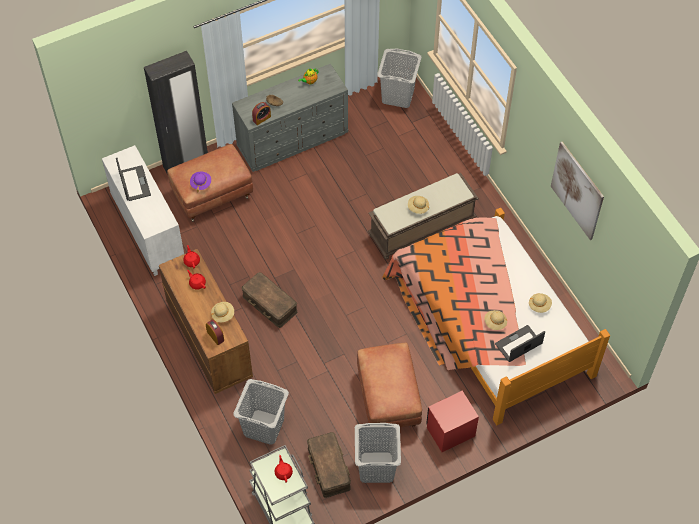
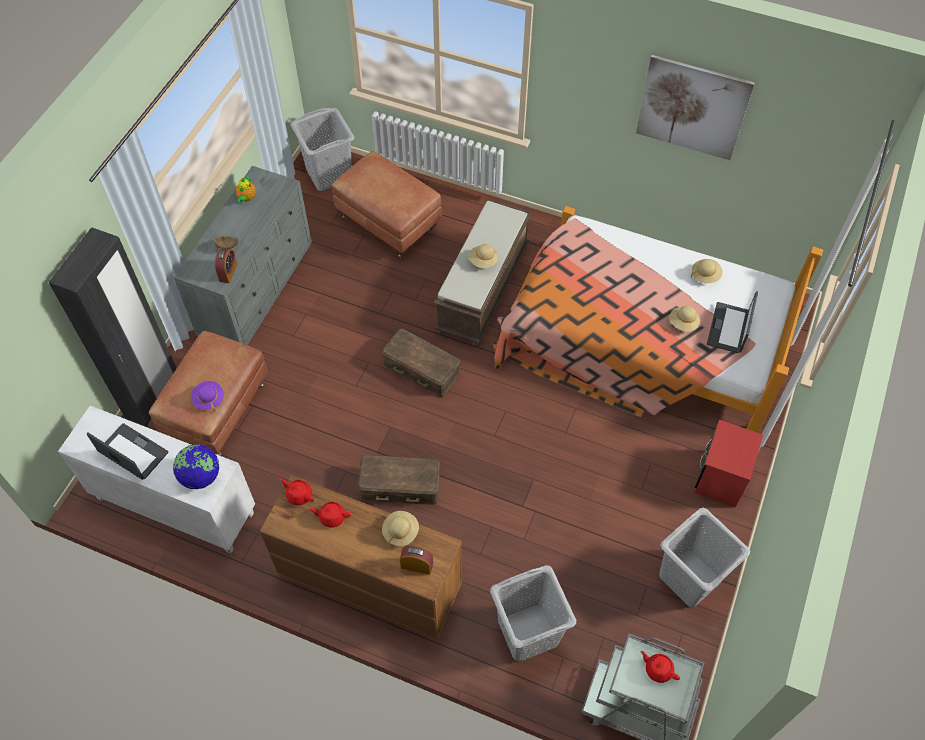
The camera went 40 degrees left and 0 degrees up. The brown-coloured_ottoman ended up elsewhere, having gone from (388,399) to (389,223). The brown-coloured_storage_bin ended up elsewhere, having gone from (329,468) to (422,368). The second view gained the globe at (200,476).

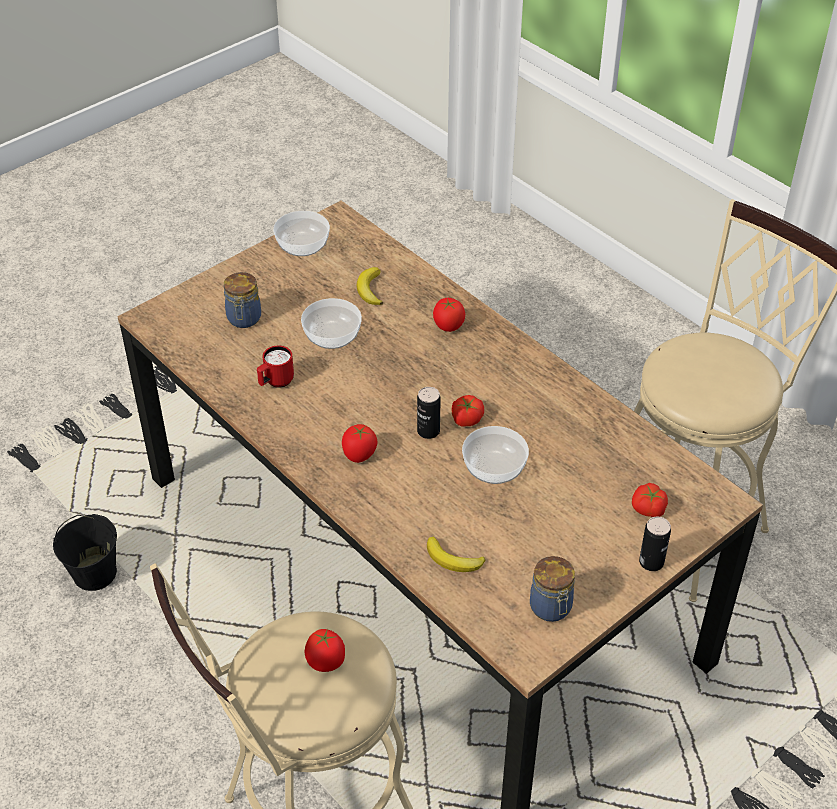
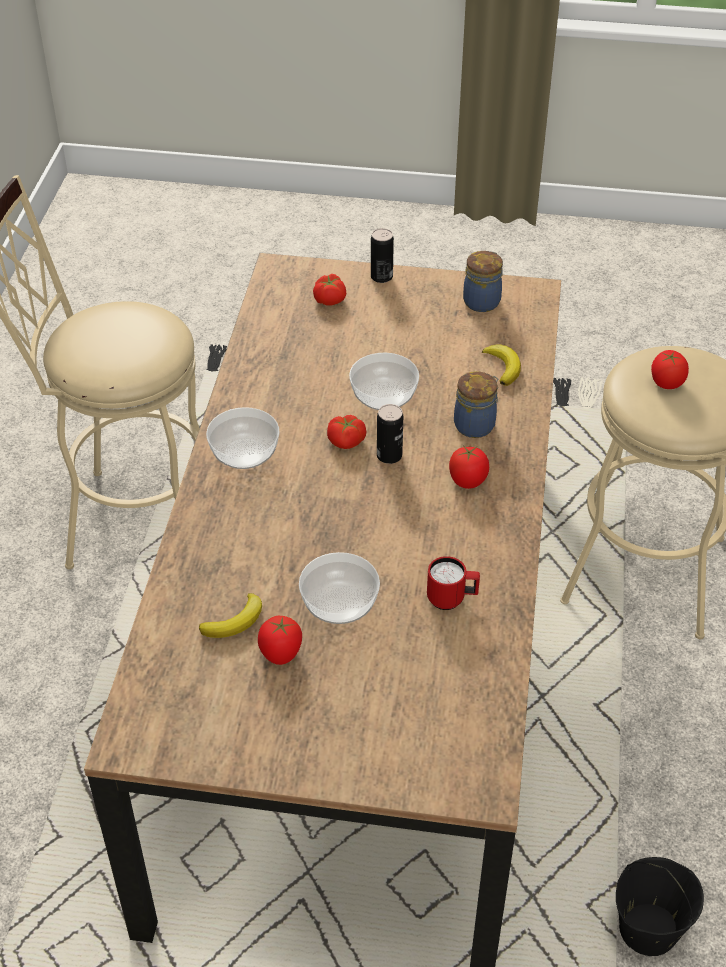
The camera went 130 degrees left and 0 degrees up. The deep_dish ended up elsewhere, having gone from (303,245) to (244,451). The storage_jar ended up elsewhere, having gone from (244,319) to (476,425). The tomato ended up elsewhere, having gone from (448,326) to (281,653).

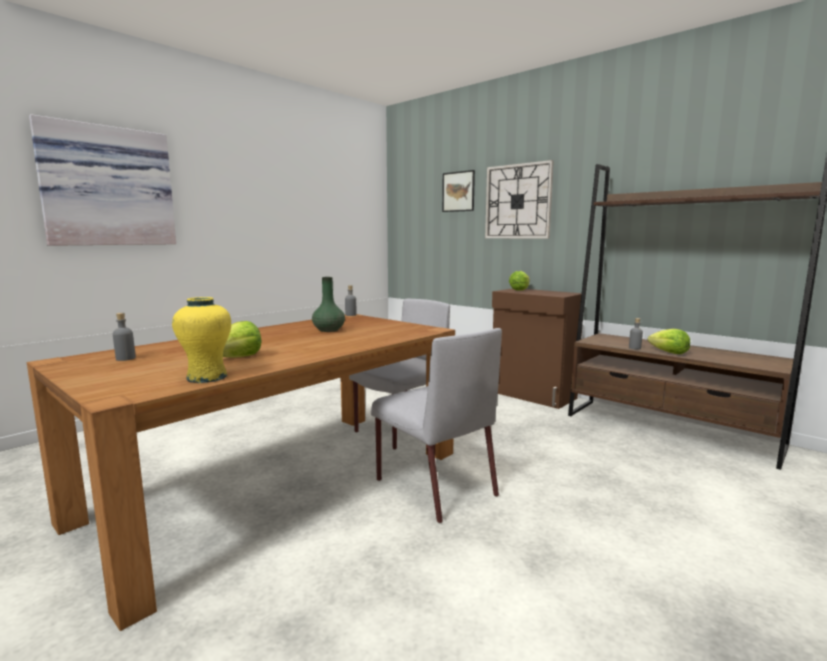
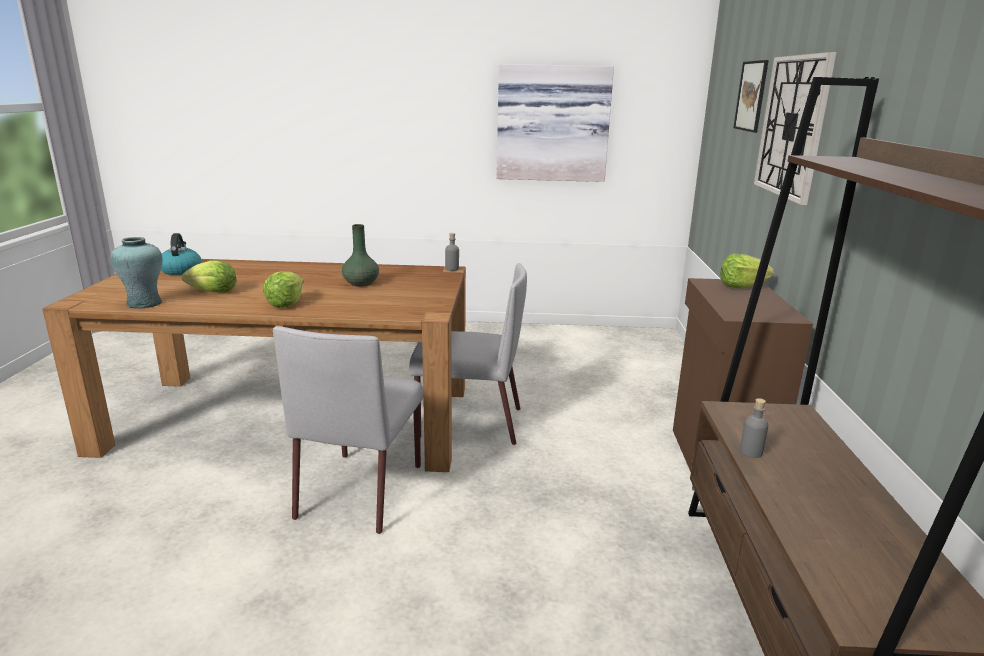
The camera went 50 degrees right and 10 degrees up. The picture ended up elsewhere, having gone from (108,187) to (552,123). What was the yellowish_vase at (206,377) turned into the blue-green_vase at (144,303). Where the grey_drink_bottle stood at (125,358), the water_kettle came to stand at (181,270). The lettuce ended up elsewhere, having gone from (669,352) to (286,303).

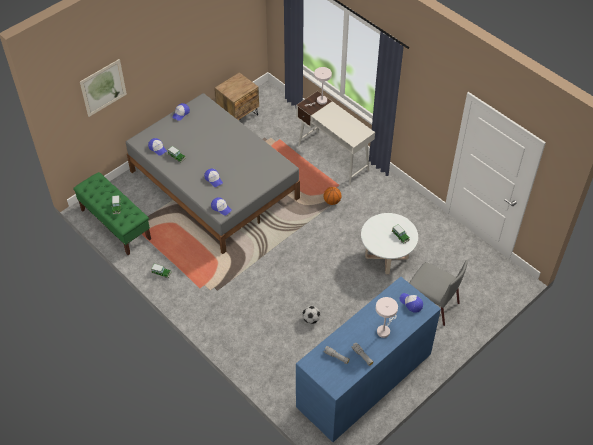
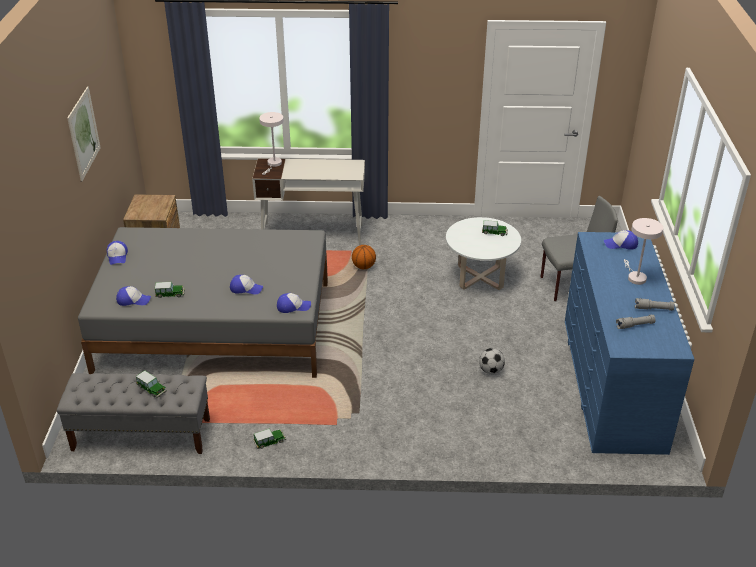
The camera went 45 degrees left and 15 degrees down. The picture ended up elsewhere, having gone from (103,87) to (83,133). What was the green_bench at (115,224) turned into the grey_bench at (141,435).

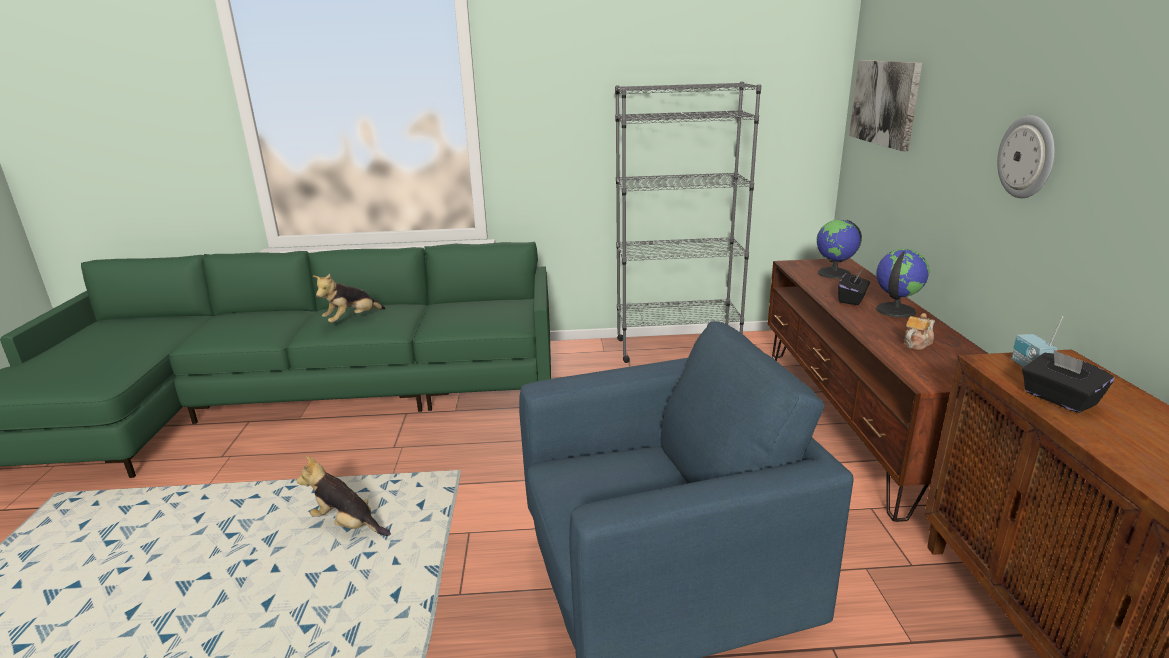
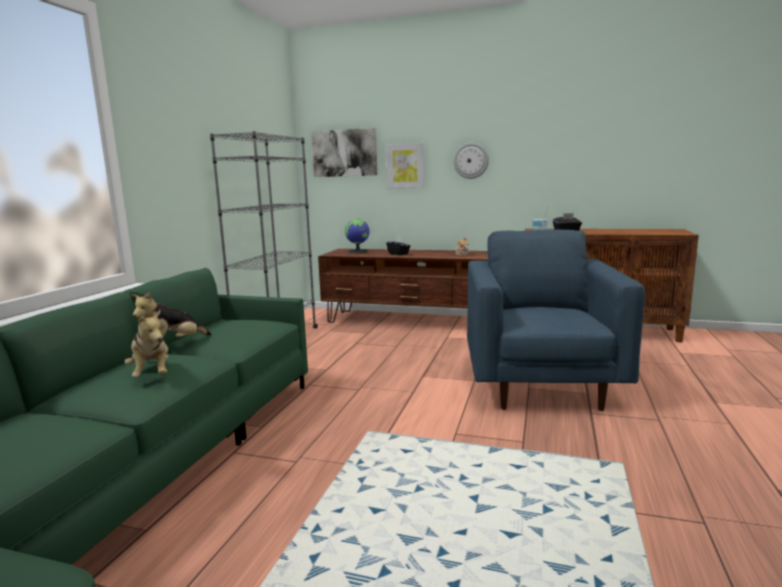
The camera went 70 degrees left and 10 degrees down. The second view lost the globe at (894,310). The cuddly_toy ended up elsewhere, having gone from (347,524) to (173,344). The second view gained the picture at (405,166).

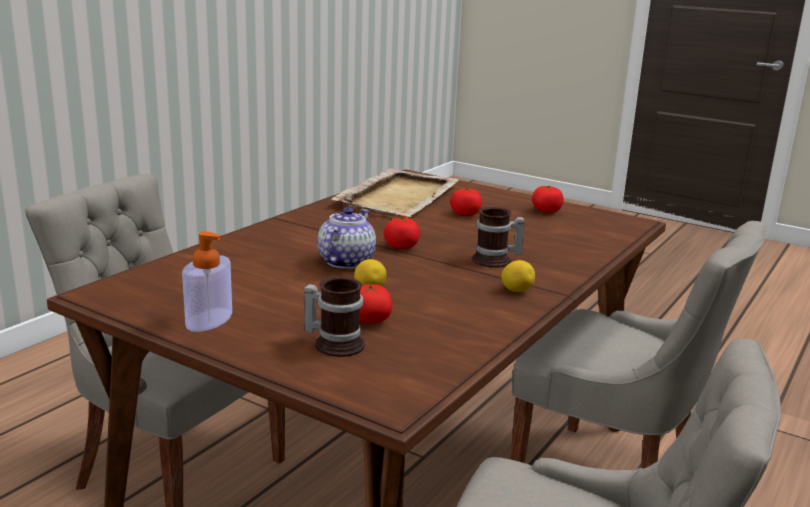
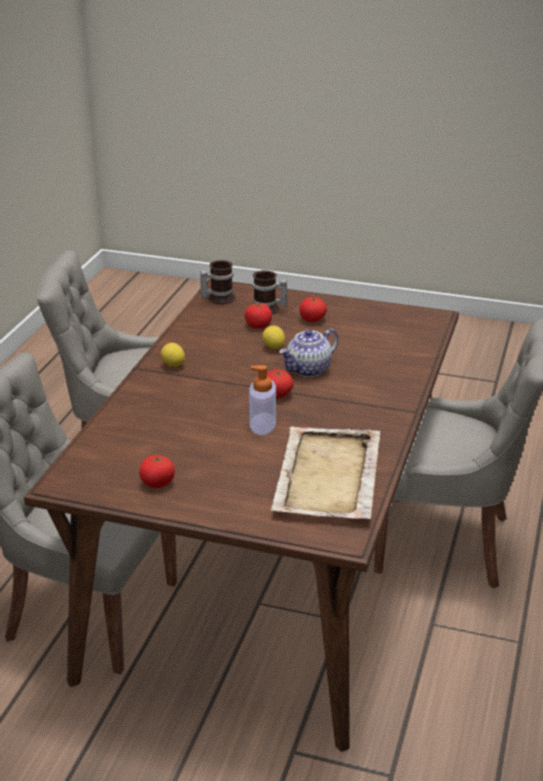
The camera went 165 degrees right and 10 degrees up. The tomato ended up elsewhere, having gone from (465,214) to (312,319). The teapot at (345,261) ended up facing another way, 45 degrees clockwise from before. The tea_mug ended up elsewhere, having gone from (495,261) to (218,298). The soap_dispenser ended up elsewhere, having gone from (209,320) to (262,424).

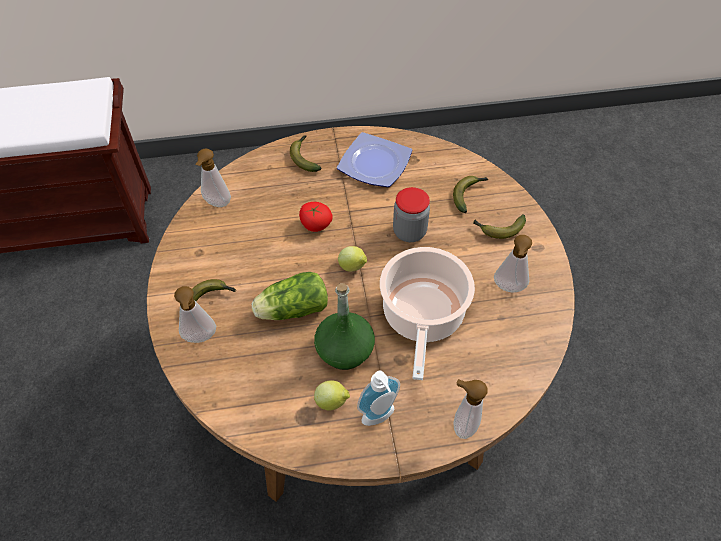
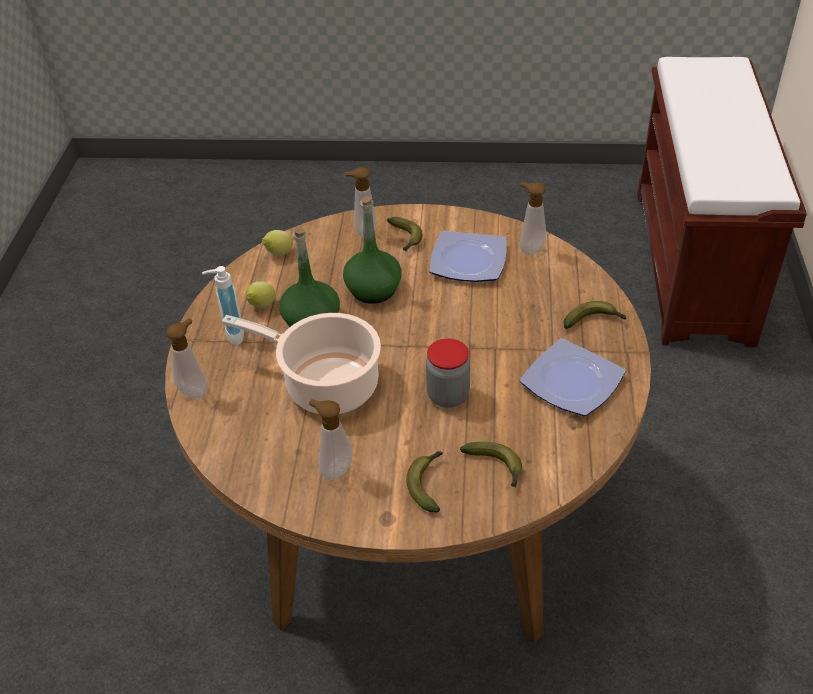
The camera went 105 degrees right and 10 degrees down. The second view lost the tomato at (315,225). The citrus_fruit ended up elsewhere, having gone from (353,267) to (278,254). Where the lettuce stood at (291,309), the green_drink_bottle came to stand at (373,290). The second view gained the plate at (470,260).

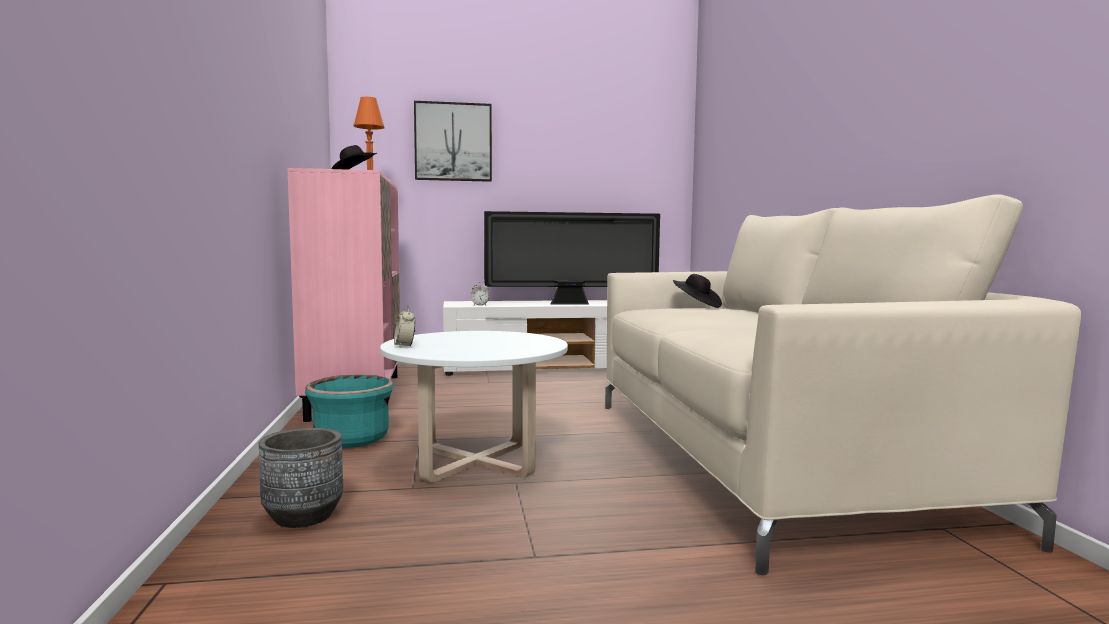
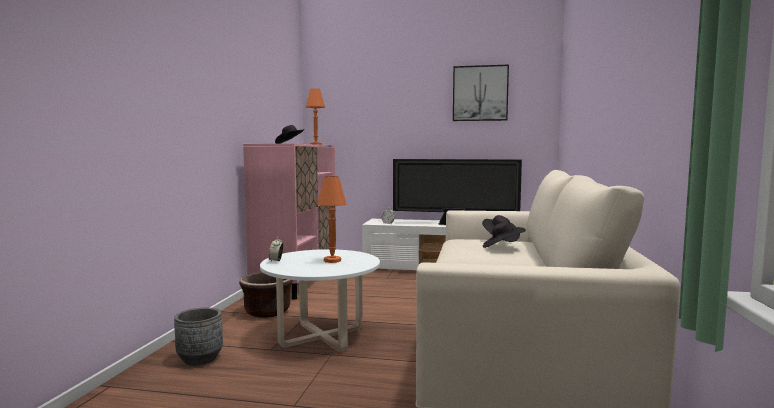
The camera went 20 degrees right and 0 degrees up. The picture ended up elsewhere, having gone from (453,142) to (480,93). What was the blue-green_planter at (352,439) turned into the brown-coloured_planter at (267,312). The second view gained the orange-coloured_lamp_for_a_table at (332,260). The second view gained the black-coloured_hat at (502,247).

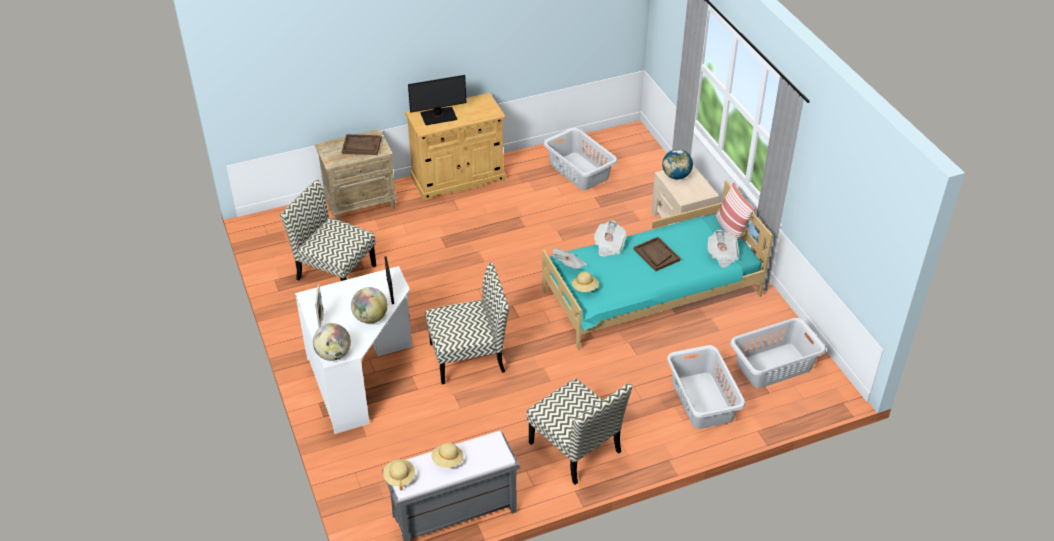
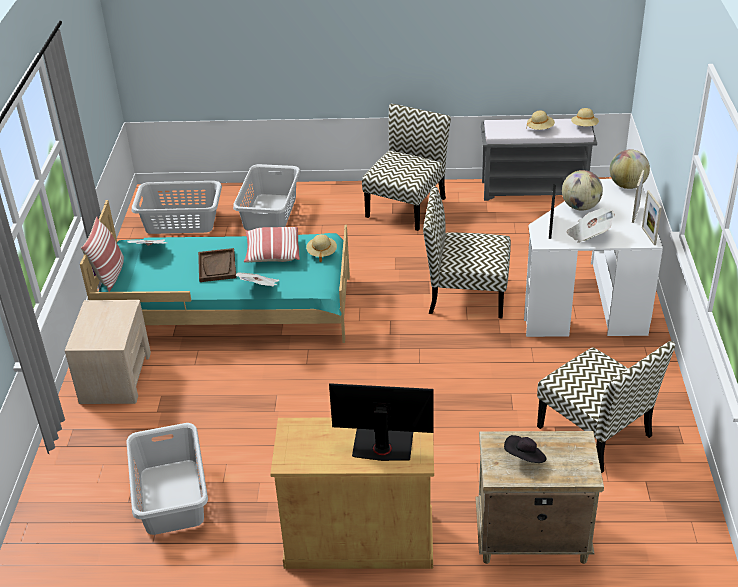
The camera went 155 degrees left and 5 degrees down. Where the brown-coloured_carrying_tray stood at (361,146), the black-coloured_hat came to stand at (525,458). The second view lost the globe at (676,176). The printed_paper ended up elsewhere, having gone from (569,266) to (589,234). The plain_chair at (576,448) ended up facing another way, 45 degrees clockwise from before. The second view gained the picture_frame at (648,236). The second view gained the cushion at (272,253).

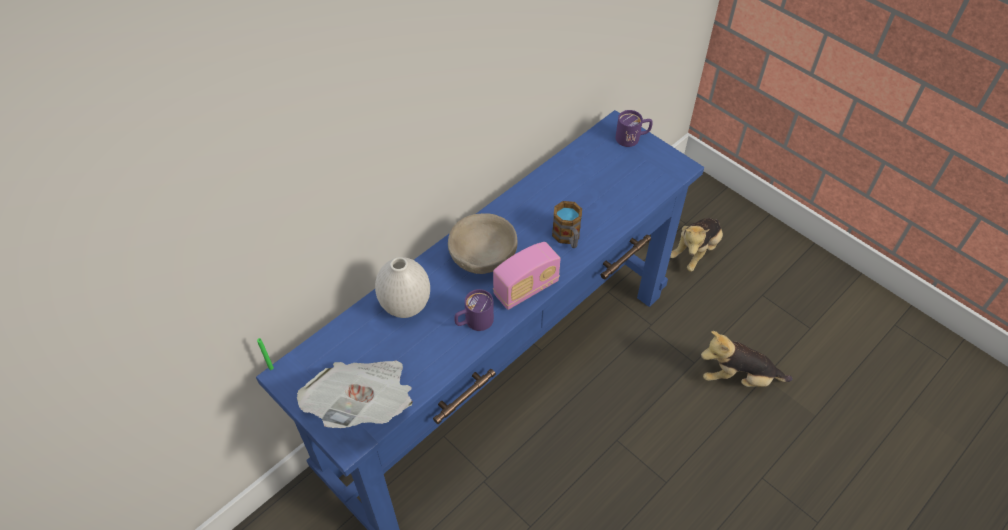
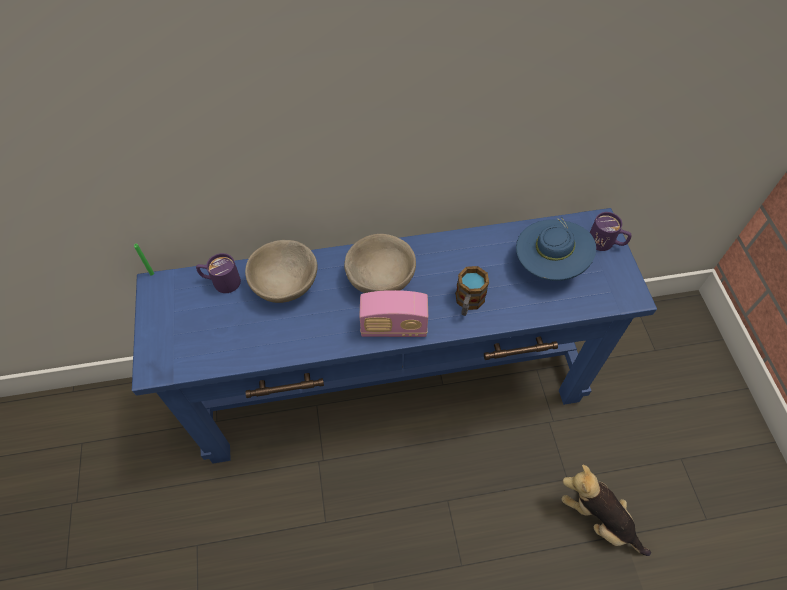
The camera went 35 degrees right and 5 degrees up. The second view lost the cuddly_toy at (695,251). Where the white_vase stood at (406,308), the sand-coloured_deep_dish came to stand at (285,285). The purple-coloured_tea_mug ended up elsewhere, having gone from (473,322) to (221,281). The second view lost the printed_paper at (364,404). The second view gained the bluish_hat at (548,265).

